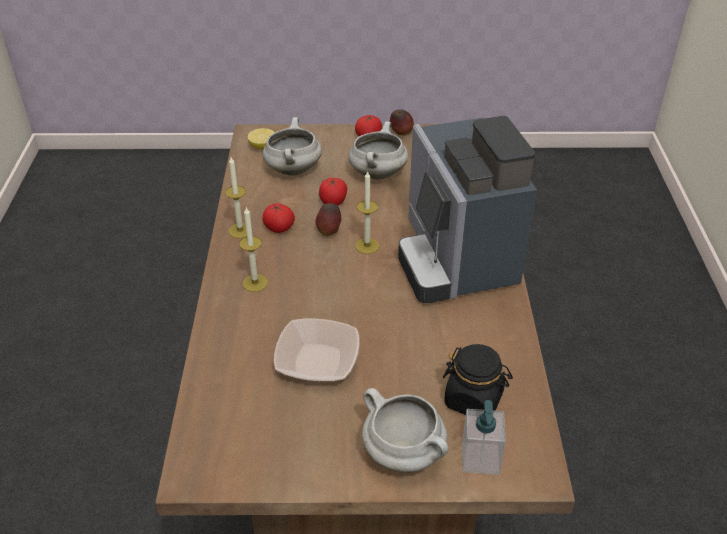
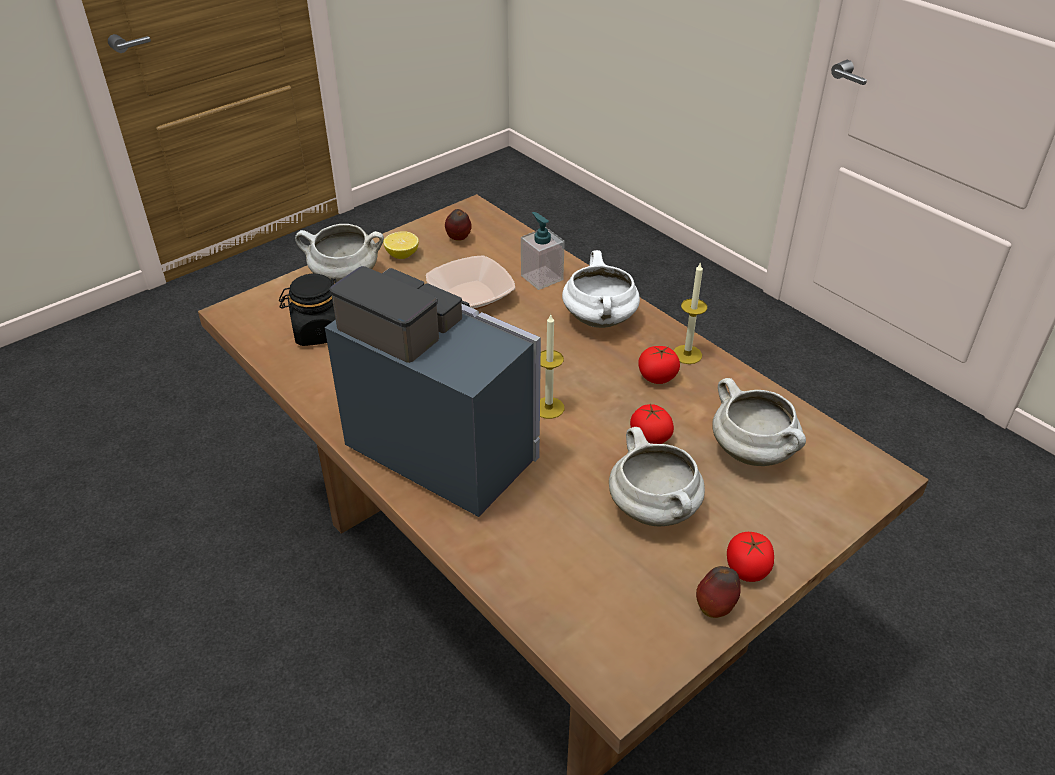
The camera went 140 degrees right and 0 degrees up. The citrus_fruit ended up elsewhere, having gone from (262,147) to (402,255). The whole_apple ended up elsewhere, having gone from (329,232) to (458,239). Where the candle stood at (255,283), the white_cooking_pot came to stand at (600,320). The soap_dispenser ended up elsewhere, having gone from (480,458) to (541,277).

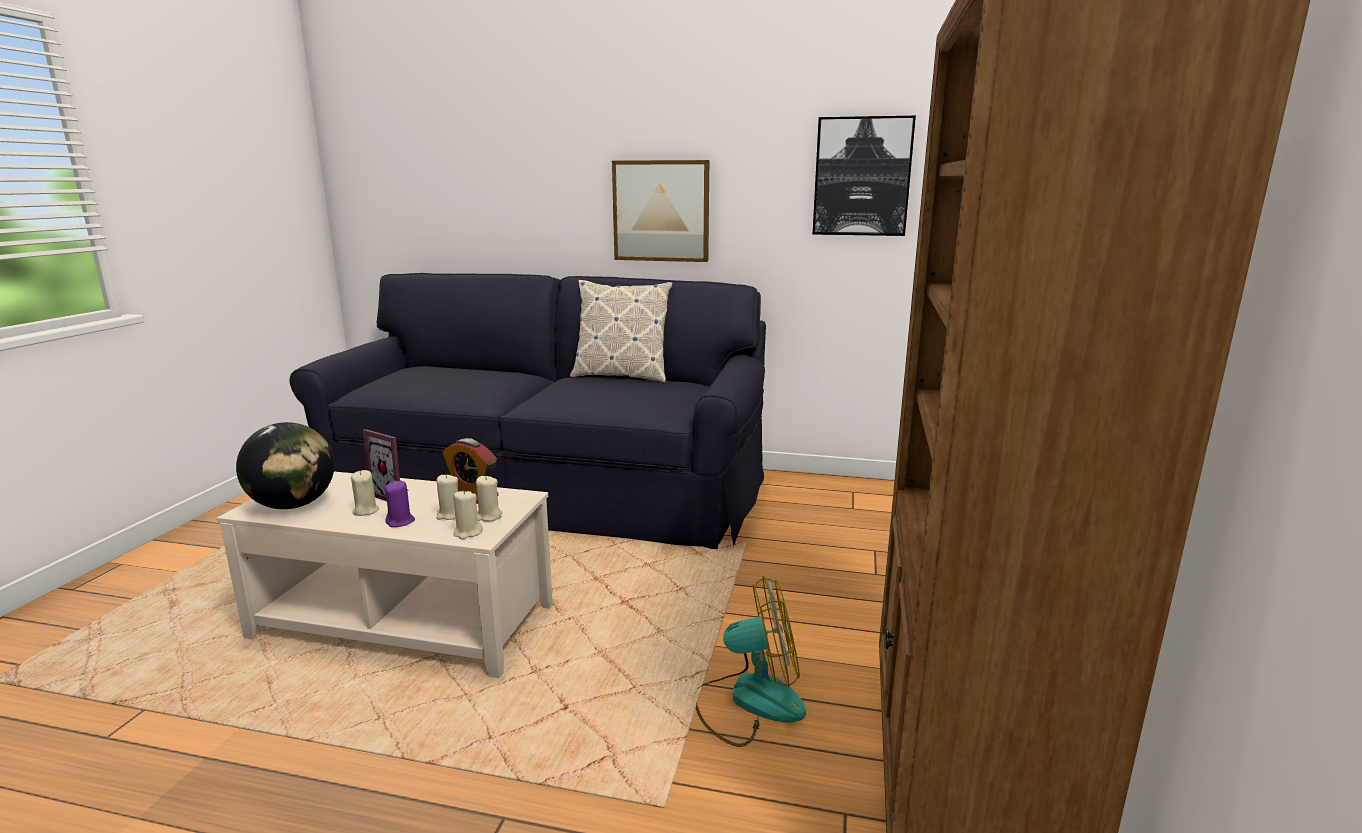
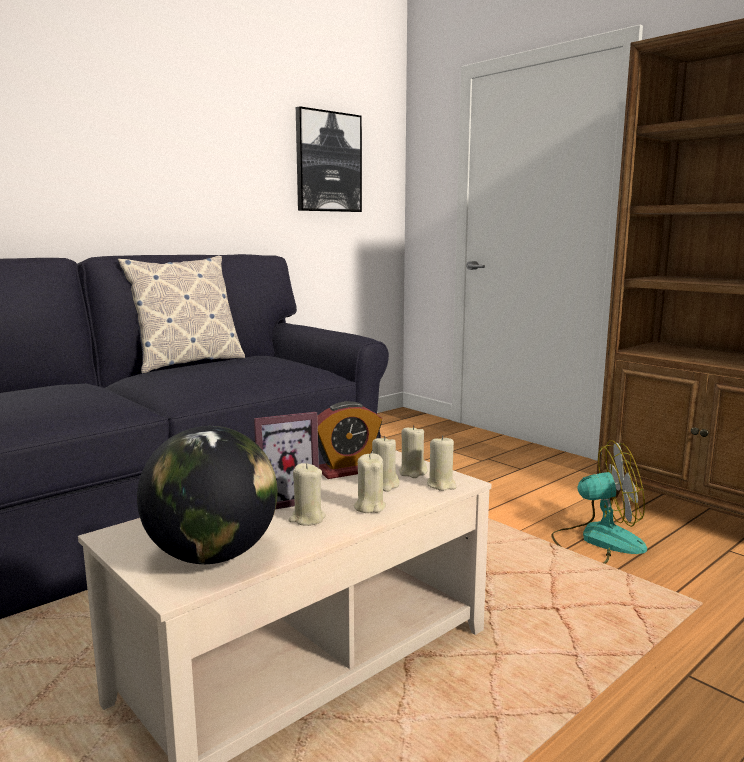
The camera went 55 degrees left and 5 degrees down. The second view lost the picture at (661,211). What was the purple-coloured_candle at (400,522) turned into the sand-coloured_candle at (369,507). The fan at (749,701) ended up facing another way, 60 degrees clockwise from before.

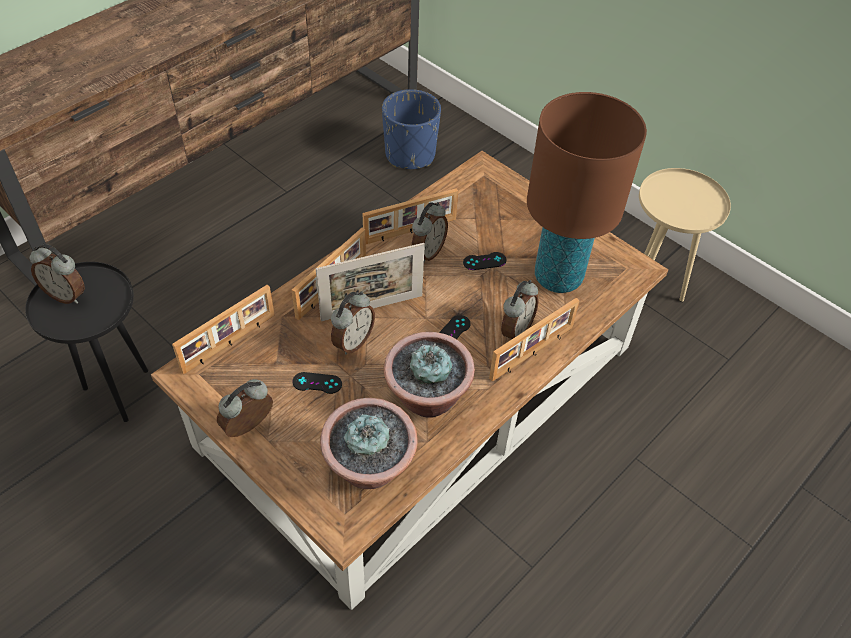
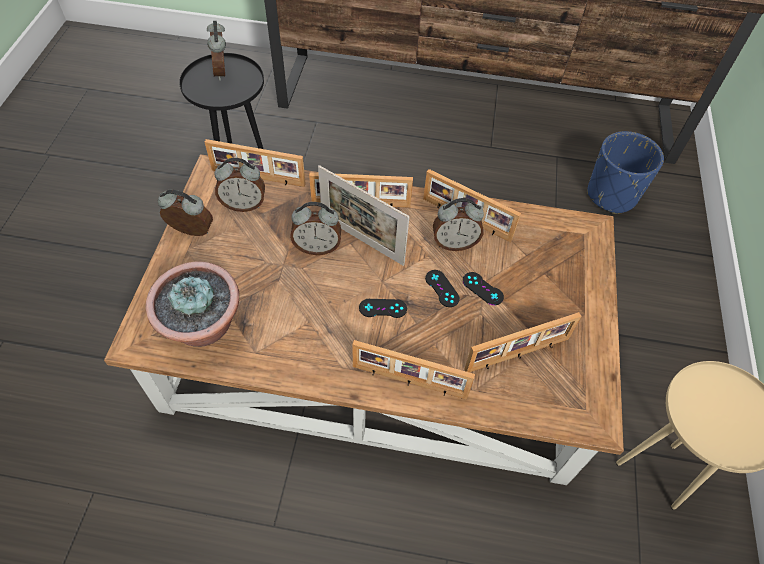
The camera went 55 degrees right and 5 degrees up. Where the brown-coloured_lamp_for_a_table stood at (558,277), the picture_frame came to stand at (518,355). The table_clock ended up elsewhere, having gone from (515,330) to (244,205). The second view lost the potted_plant at (427,398). The black-coloured_gamepad ended up elsewhere, having gone from (317,383) to (442,288).

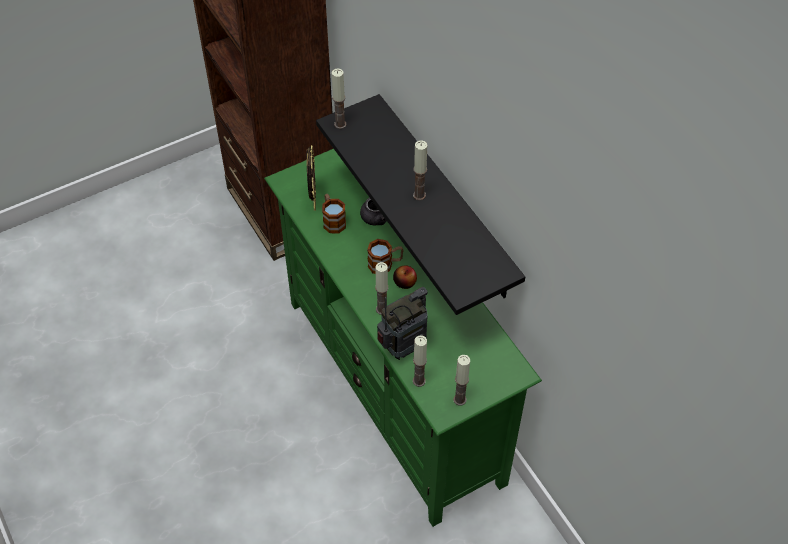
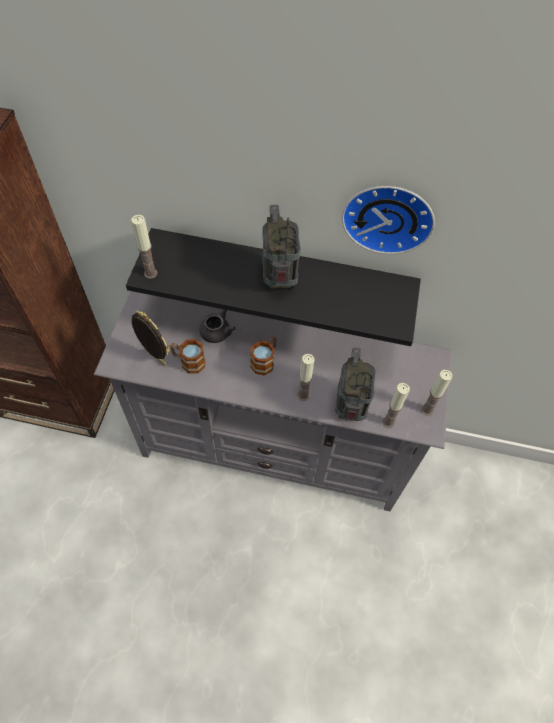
The camera went 50 degrees left and 5 degrees up. Where the candle stood at (419,195), the radio_set came to stand at (279,280). What was the green_tv_unit at (395,390) turned into the grey_tv_unit at (273,449). The second view lost the whole_apple at (405,282). The second view gained the wall_clock at (388,216).

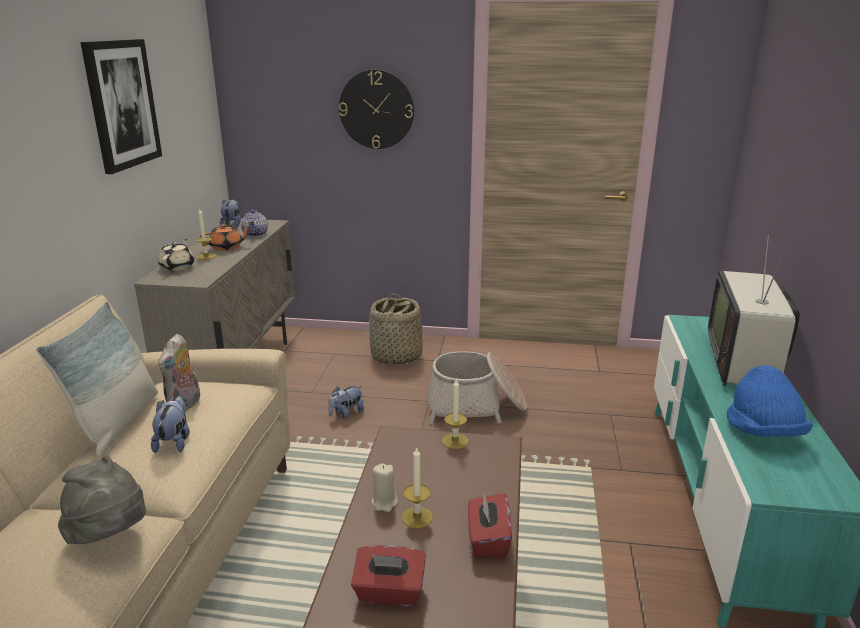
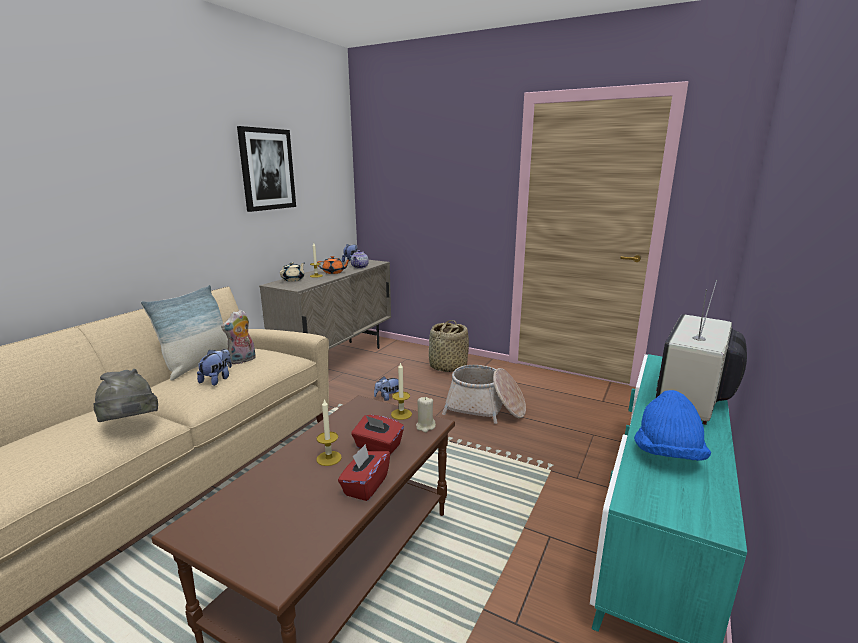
The camera went 20 degrees right and 5 degrees down. The second view lost the wall_clock at (376,109). The sand-coloured_candle ended up elsewhere, having gone from (384,503) to (425,426). The red_tissue_box ended up elsewhere, having gone from (389,593) to (378,447).

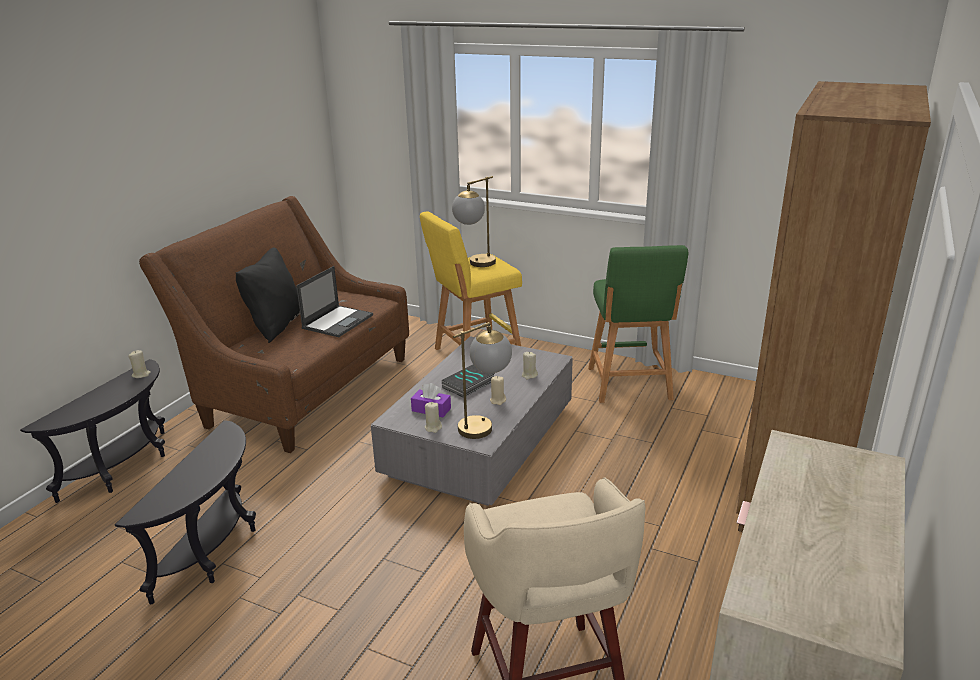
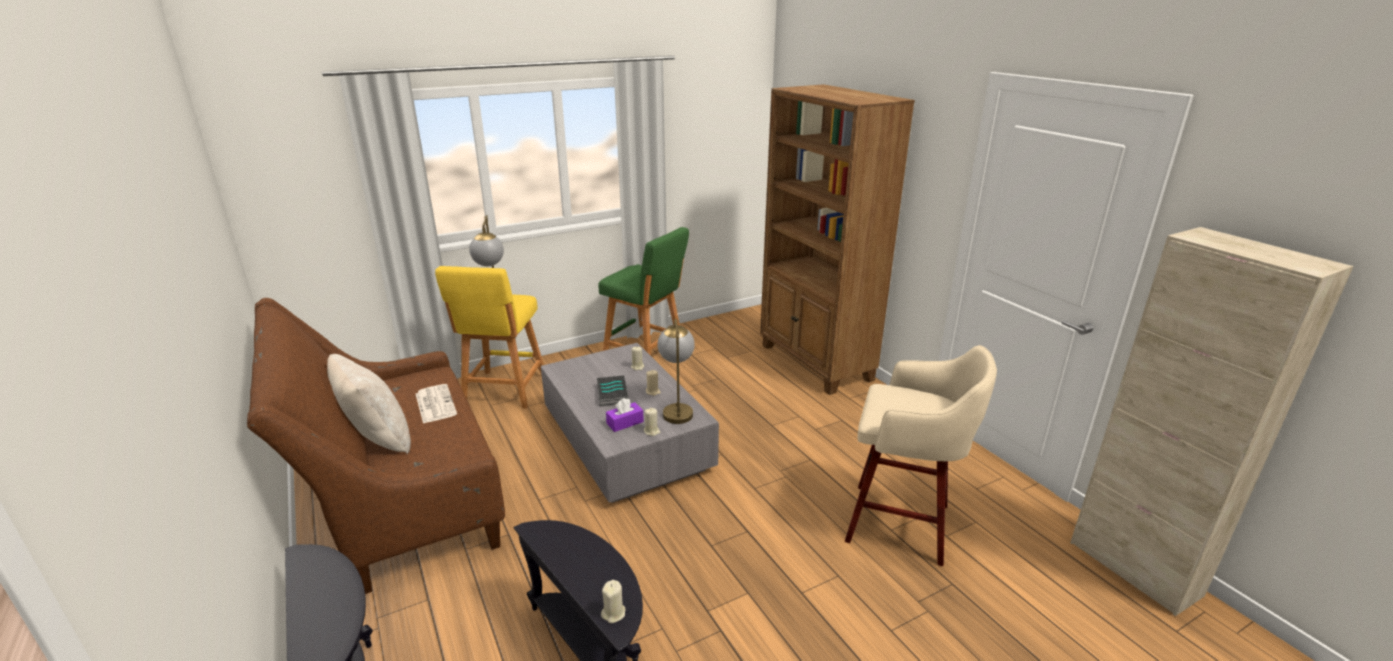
The camera went 55 degrees left and 0 degrees up. What was the black-coloured_cushion at (276,325) turned into the sand-coloured_cushion at (377,439). Where the notebook_computer stood at (338,321), the printed_paper came to stand at (435,404). The sand-coloured_candle ended up elsewhere, having gone from (141,374) to (613,613).

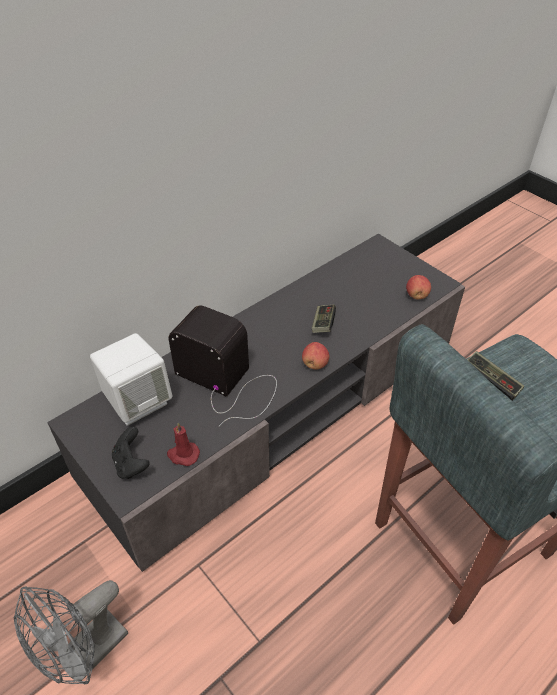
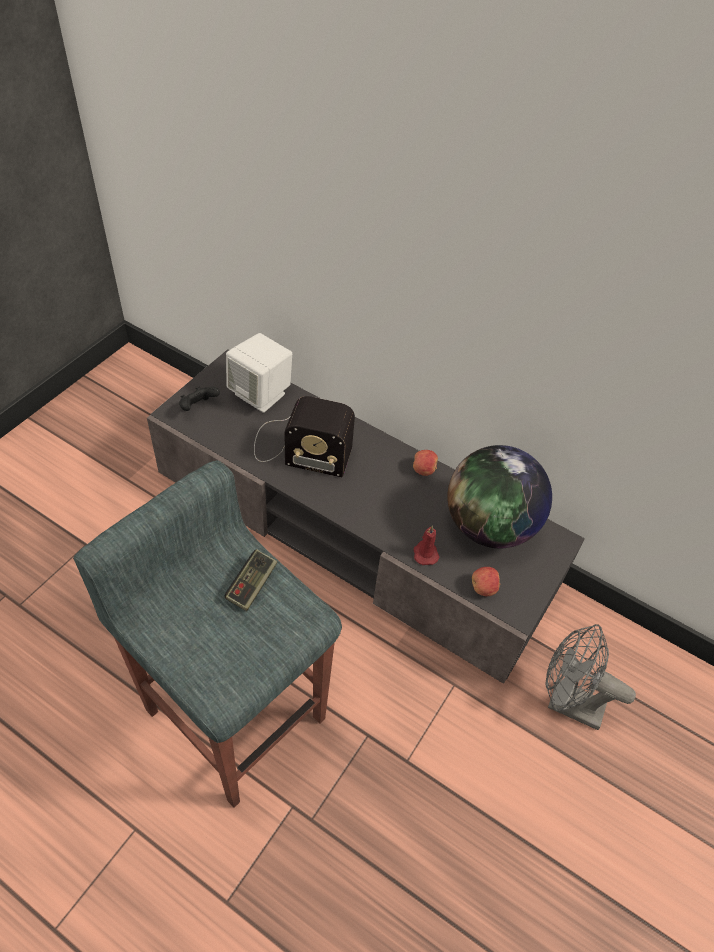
The camera went 70 degrees right and 5 degrees up. The second view lost the gamepad at (323,324). The radio_set at (229,383) ended up facing another way, 90 degrees clockwise from before. The whole_apple ended up elsewhere, having gone from (315,364) to (424,470). The red_candle ended up elsewhere, having gone from (183,455) to (425,553). The grey_fan ended up elsewhere, having gone from (86,654) to (566,703). The second view gained the globe at (489,526).

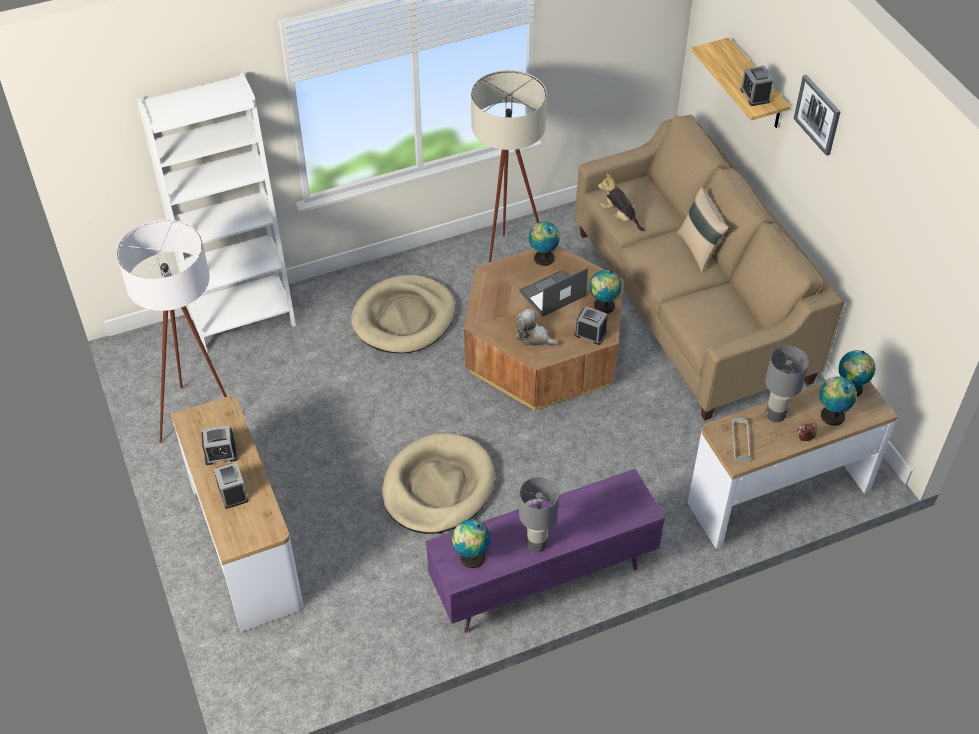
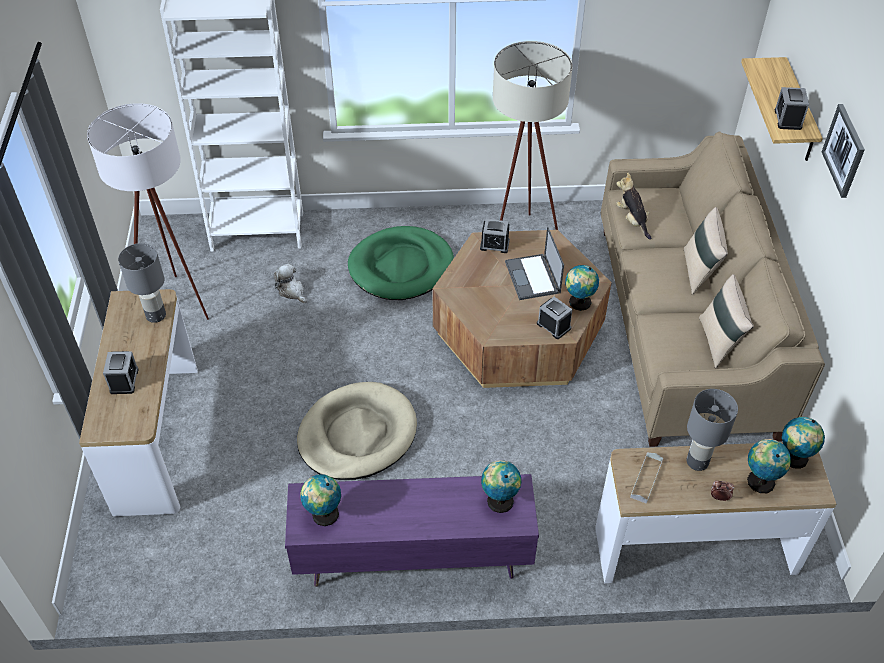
The camera went 20 degrees right and 0 degrees up. The globe ended up elsewhere, having gone from (542,257) to (499,500). The notebook_computer at (552,294) ended up facing another way, 90 degrees counterclockwise from before. What was the sand-coloured_dog_cushion at (404,318) turned into the green_dog_cushion at (401,267). The cuddly_toy ended up elsewhere, having gone from (534,337) to (292,291). The table_clock ended up elsewhere, having gone from (221,453) to (494,244). The grey_lamp_for_a_table ended up elsewhere, having gone from (537,544) to (156,315). The second view gained the sand-coloured_cushion at (719,342).

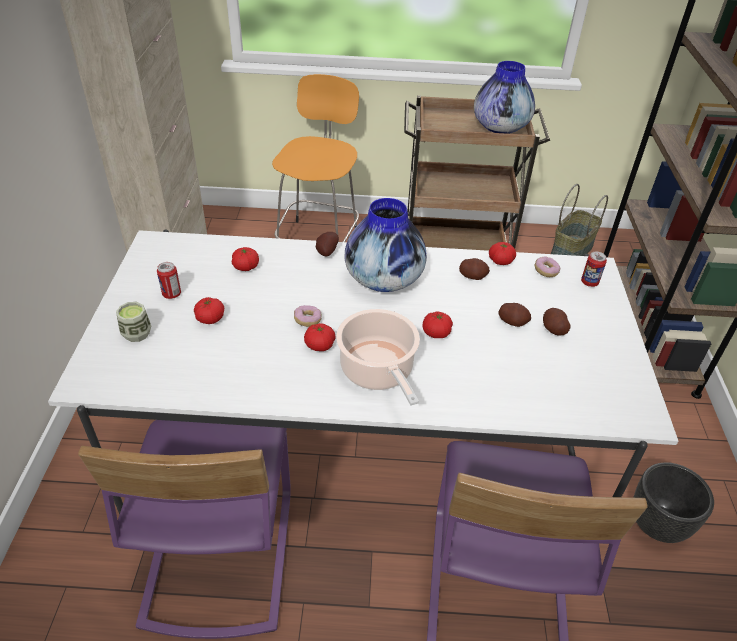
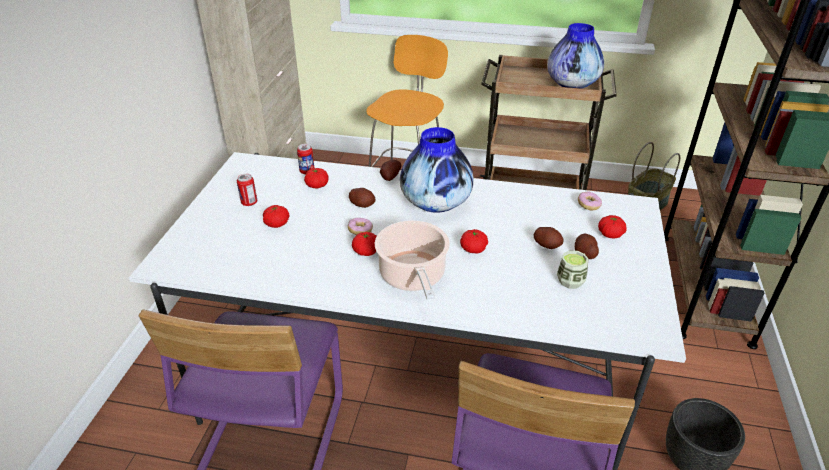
The camera went 10 degrees right and 5 degrees down. The tomato ended up elsewhere, having gone from (500,261) to (610,234). The sealed_can ended up elsewhere, having gone from (589,282) to (307,171). The whole_potato ended up elsewhere, having gone from (473,276) to (362,204). The small_cup ended up elsewhere, having gone from (137,333) to (570,281).

